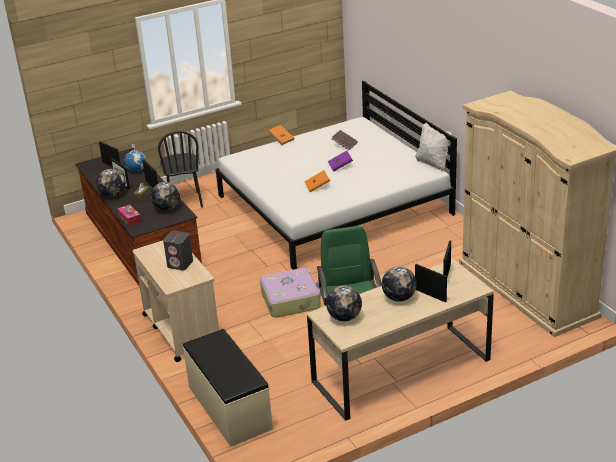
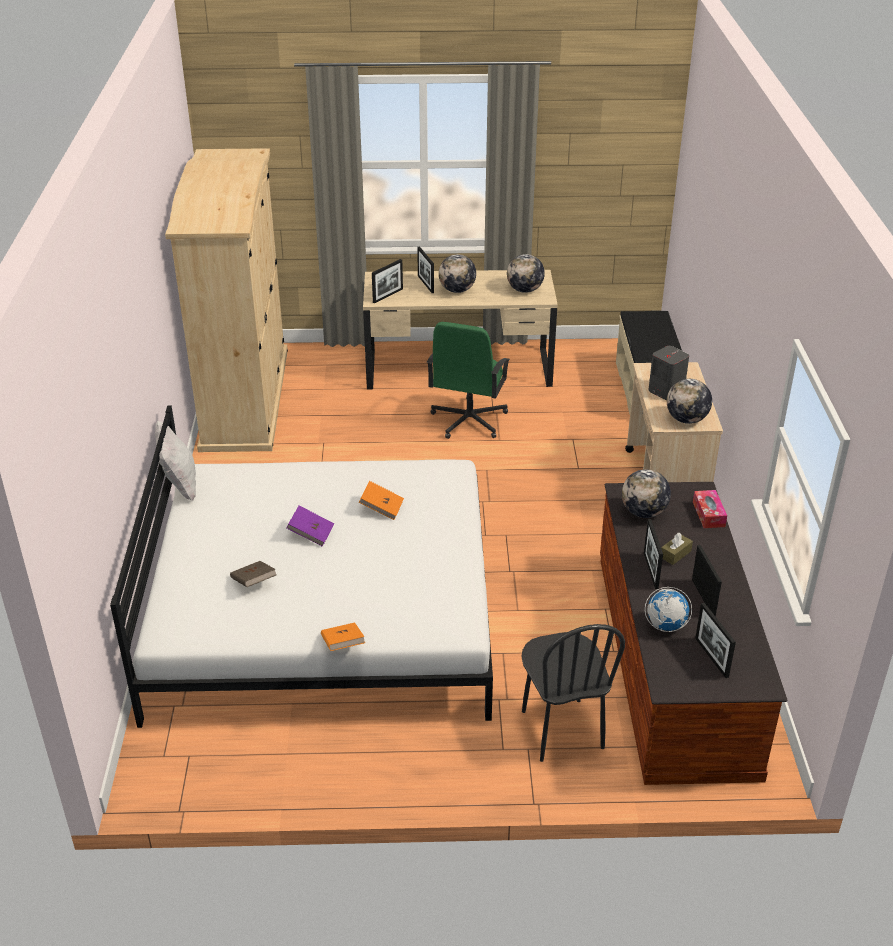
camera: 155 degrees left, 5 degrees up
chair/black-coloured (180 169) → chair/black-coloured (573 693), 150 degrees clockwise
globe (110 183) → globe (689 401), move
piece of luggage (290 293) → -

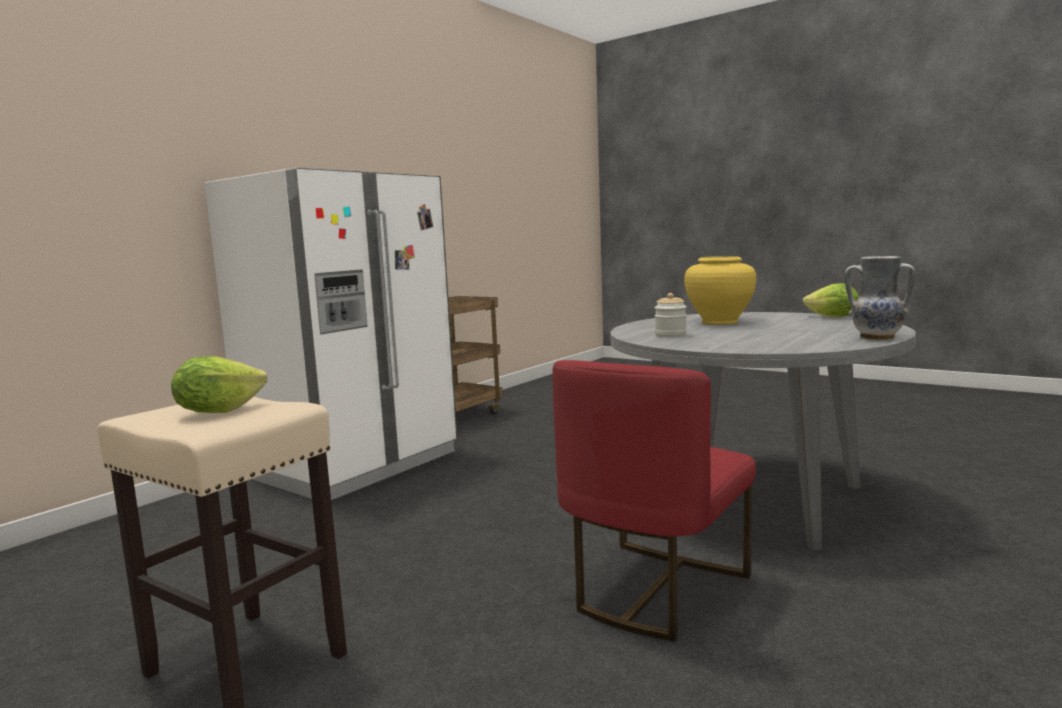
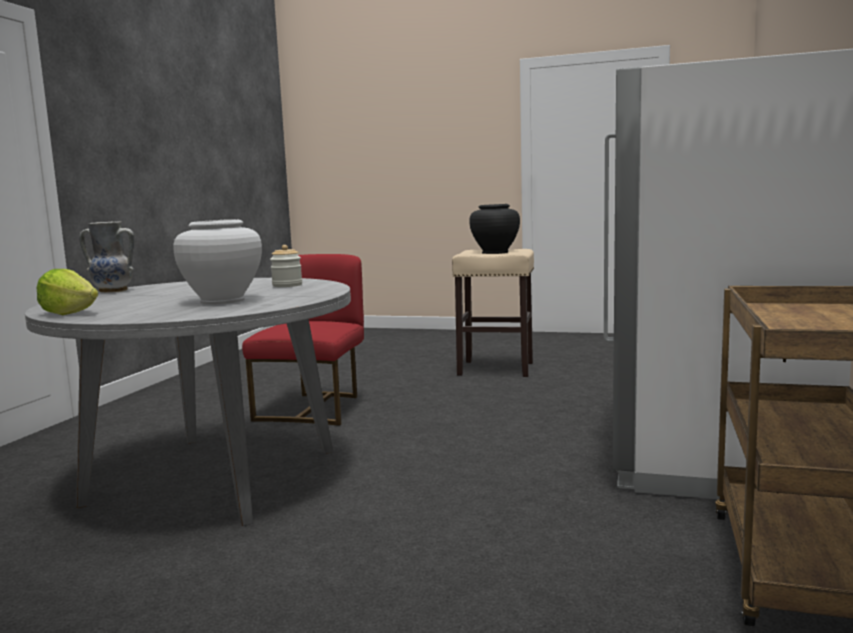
camera: 160 degrees right, 0 degrees up
vase/yellowish (720 290) → vase/whitish (217 262)
lettuce head (219 384) → vase/black-coloured (494 229)

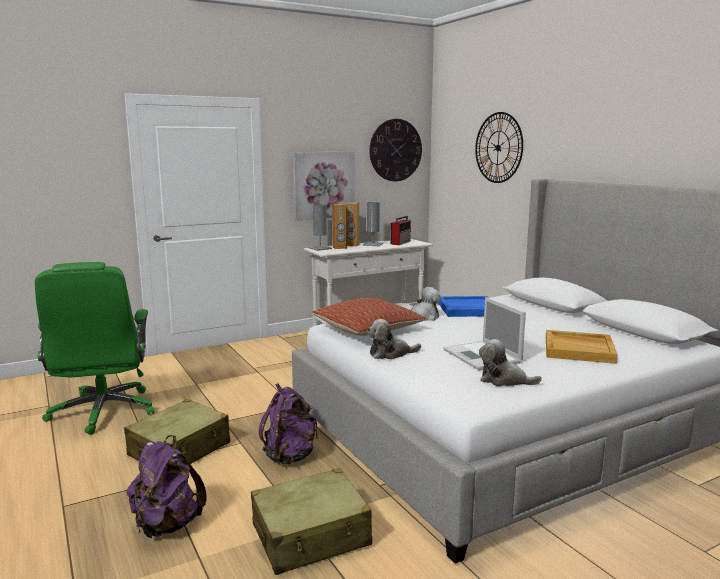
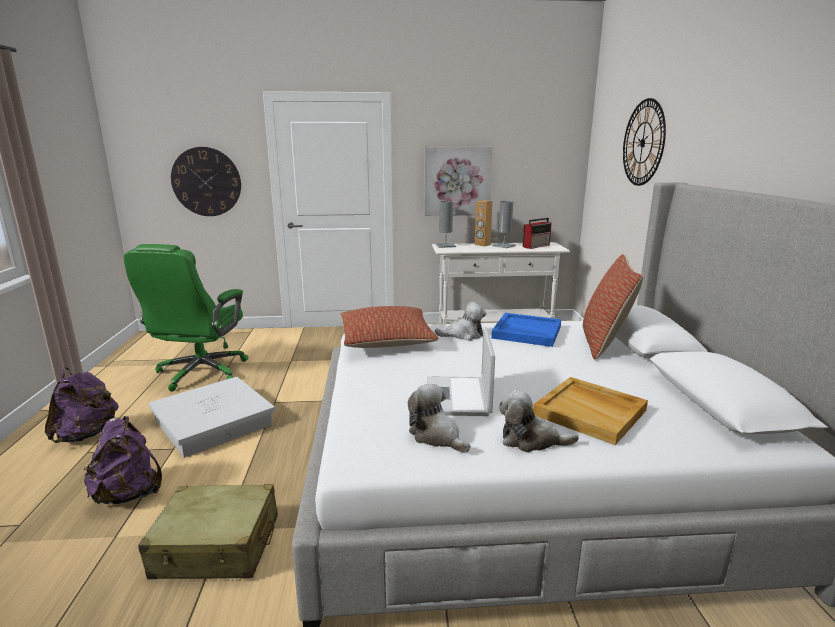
camera: 25 degrees right, 5 degrees up
backpack/purplish (288 423) → backpack/purplish (82 405), move
piece of luggage/beige-coloured (177 431) → storage bin/whitish (211 417)
wall clock (395 150) → wall clock (206 181), move
cuddly toy (394 339) → cuddly toy (539 421), move
- → throw pillow (613 307)
audio speaker/brown-coloured (339 226) → -

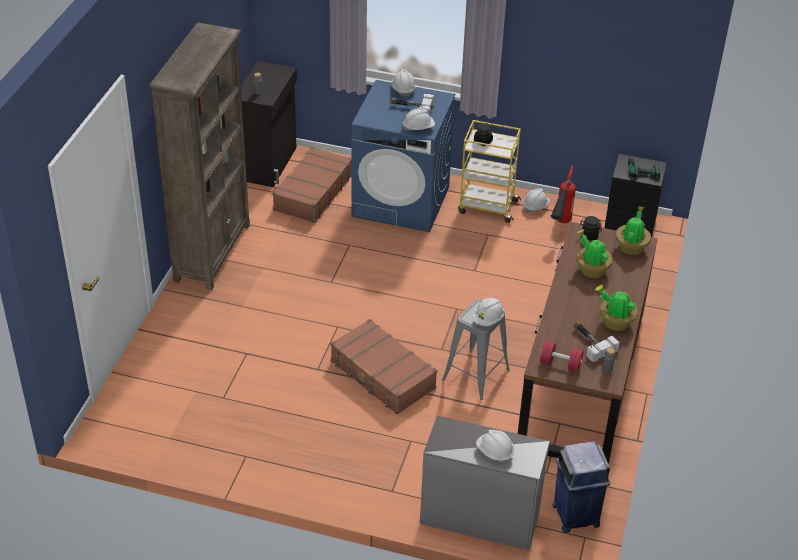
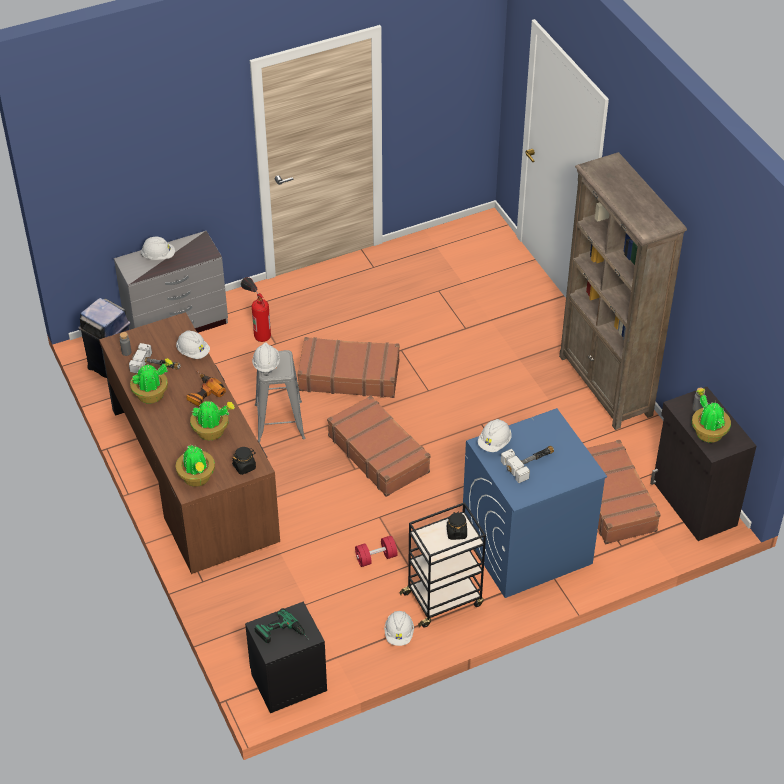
camera: 140 degrees right, 5 degrees up
hard hat/whitish (404 83) → hard hat/whitish (193 344), move
- → drill (206 388)
fire extinguisher (563 194) → fire extinguisher (256 309), move
- → piece of luggage/brown-coloured (378 446)
hand weight/red-coloured (562 356) → hand weight/red-coloured (376 551), move
wheeled cart/yellowish (489 171) → wheeled cart/black-coloured (442 565)
- → potted plant (711 416)

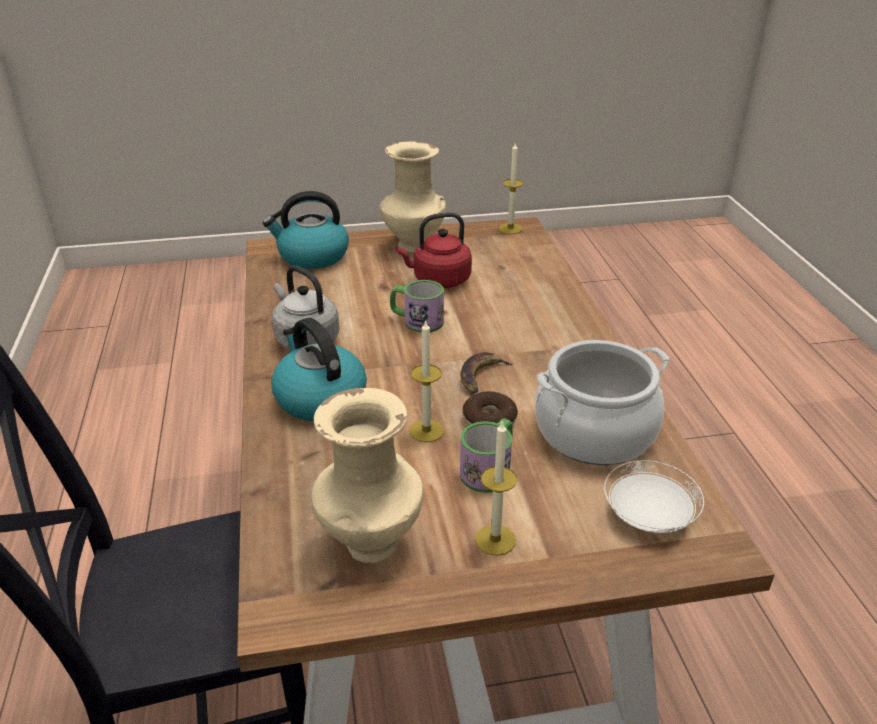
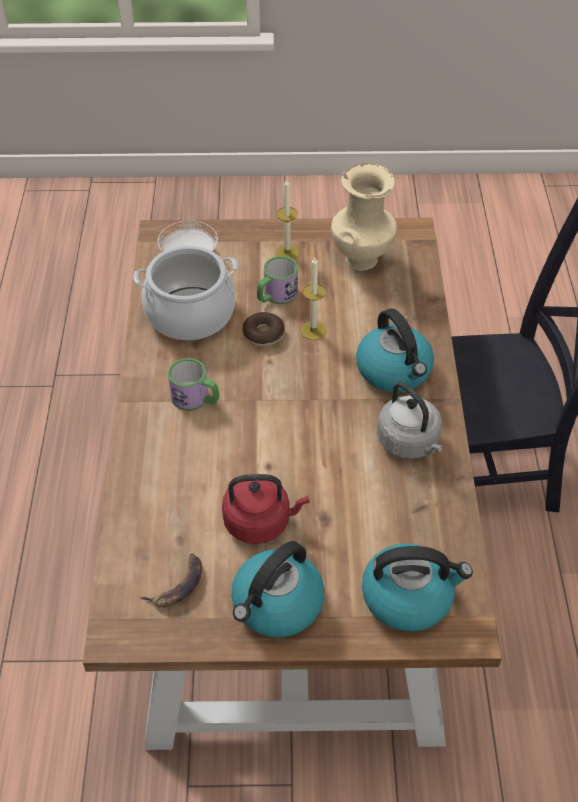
camera: 170 degrees left, 15 degrees up
banana (487 372) → banana (171 580), move
coffee mug (417 306) → coffee mug (194 384), move
vase/beige-coloured (413 196) → tea kettle (278 589)
wax light (511 188) → -

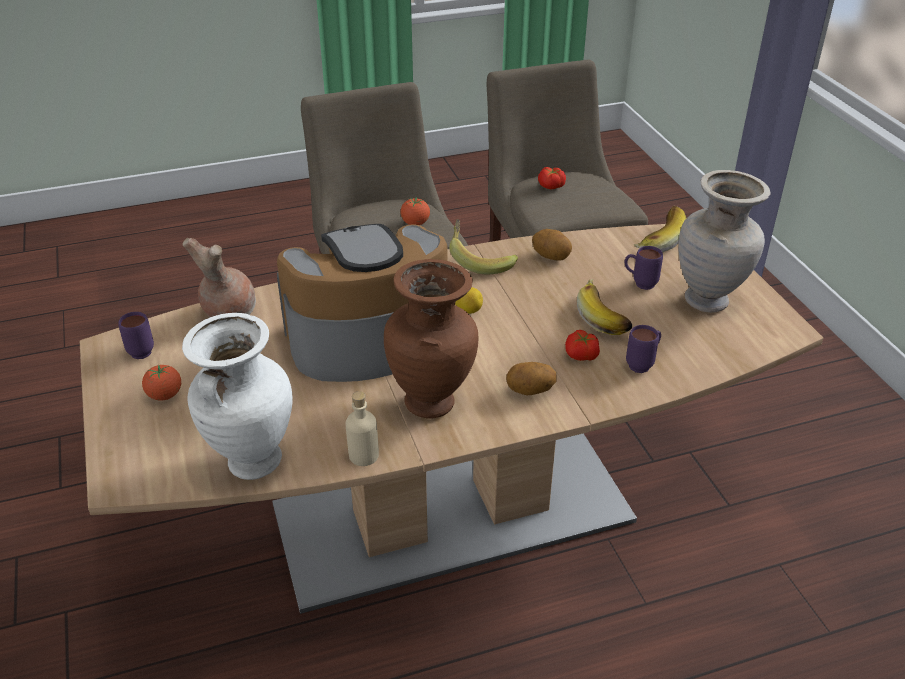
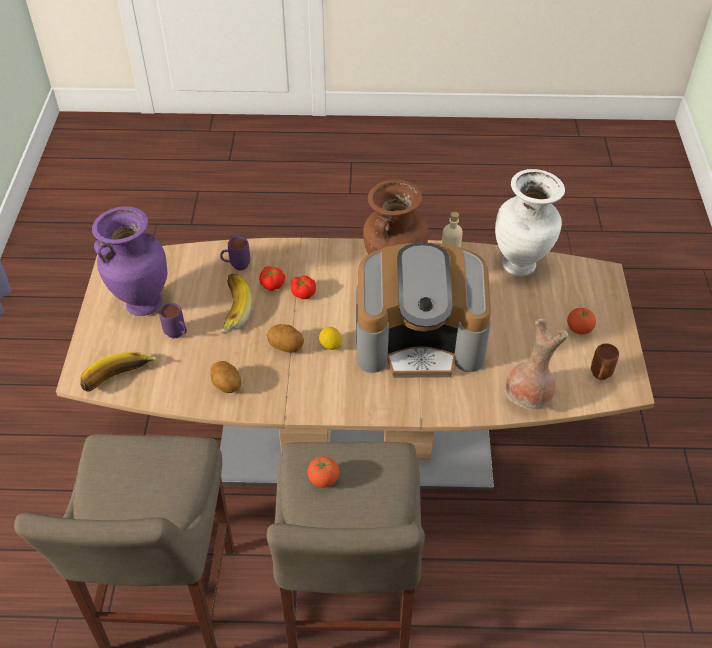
camera: 160 degrees left, 10 degrees up
vase/beige-coloured (724 241) → vase/purplish (129 261)
spud (531 378) → spud (285 338), move
fresh tomato (552 178) → fresh tomato (303 287), move
coffee mug/purplish (136 335) → coffee mug/brown-coloured (605 361)
banana (483 247) → -

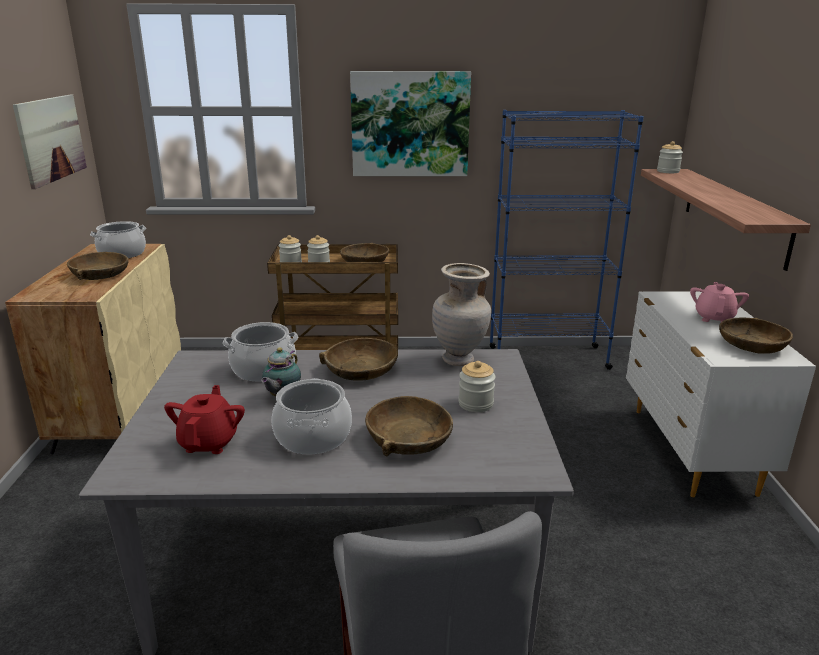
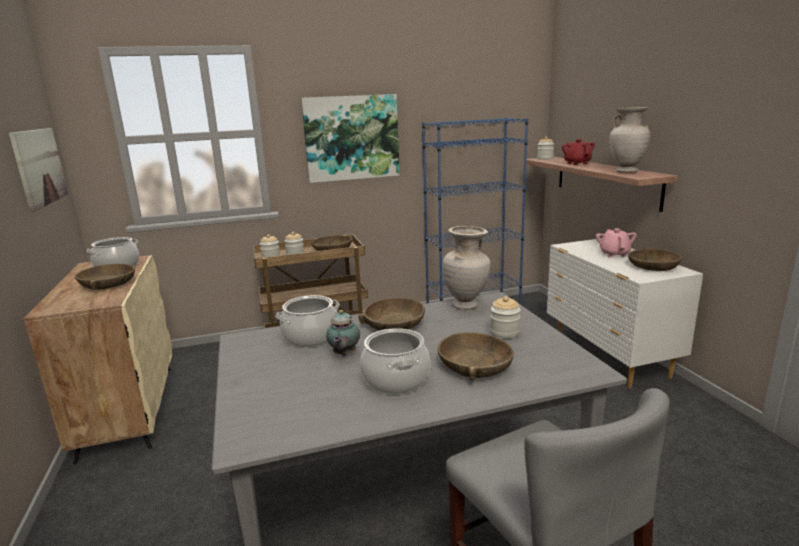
camera: 15 degrees left, 5 degrees down
pot for tea/red-coloured (204 419) → pot for tea/red-coloured (578 152), move
- → vase/beige-coloured (629 139)

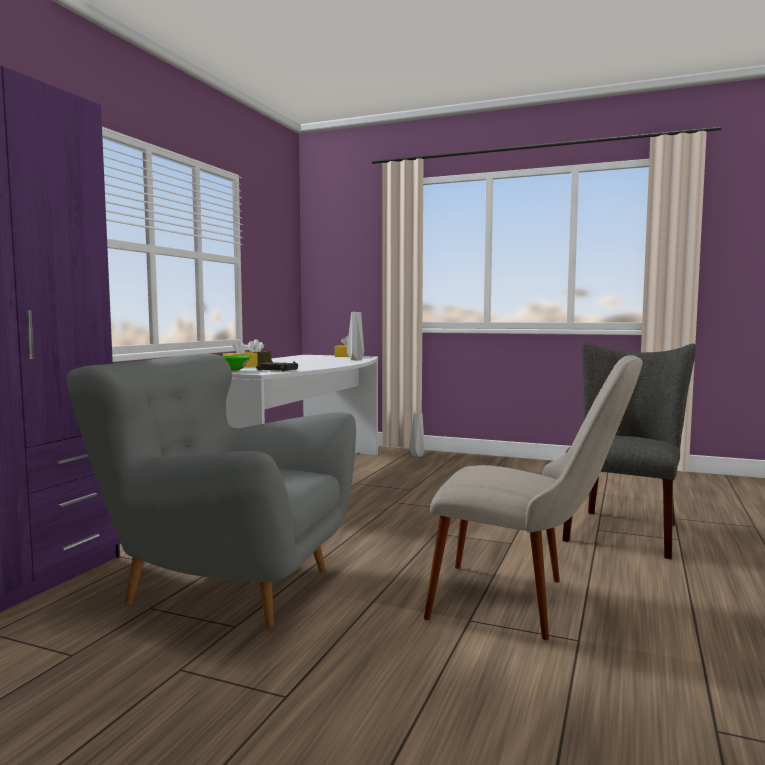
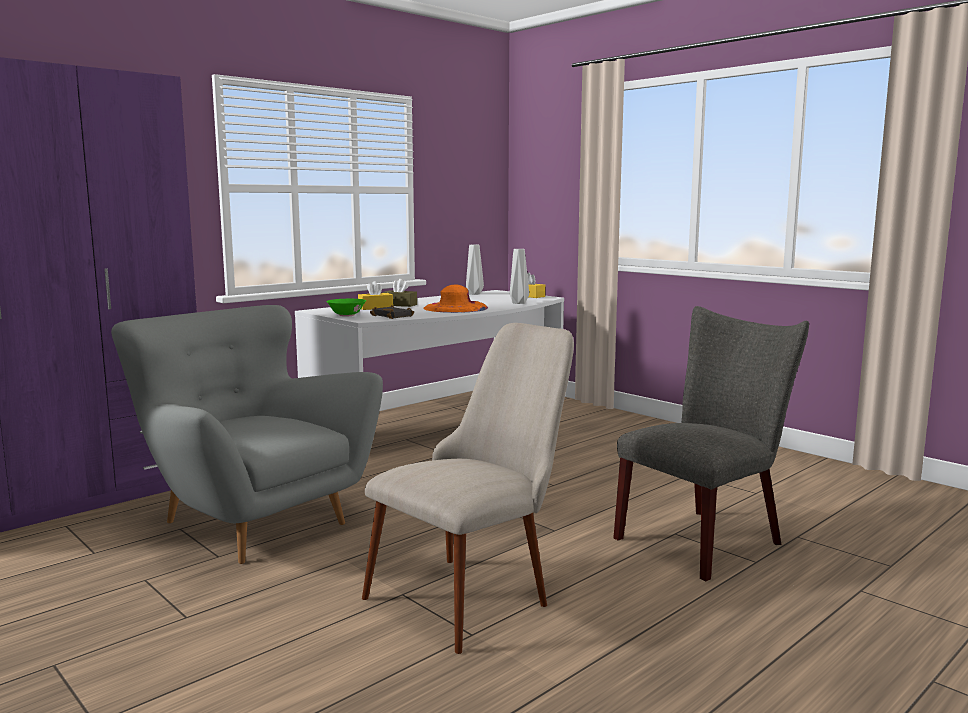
camera: 25 degrees right, 5 degrees up
chair/beige-coloured (533 497) → chair/beige-coloured (468 488), 90 degrees counterclockwise
- → clothing hat/orange (455 299)
vase/grey (417 434) → vase/grey (475 269), move

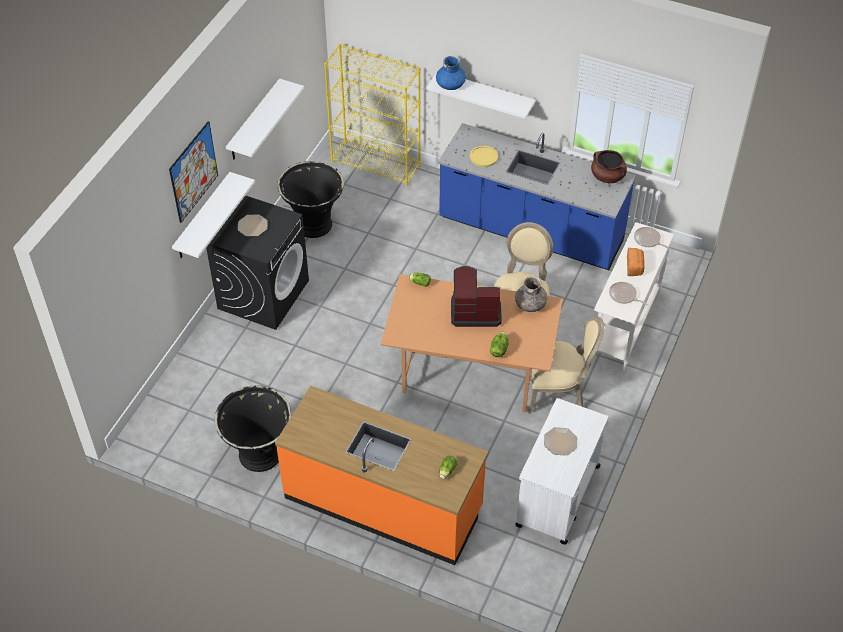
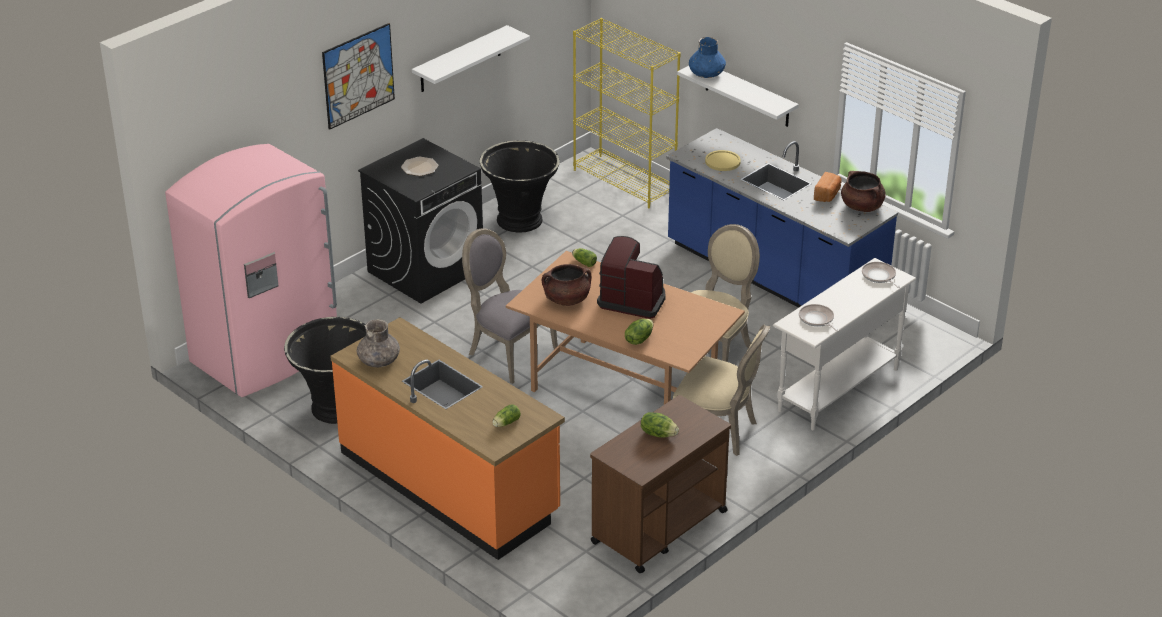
camera: 20 degrees right, 15 degrees down
- → refrigerator/pink-coloured (251 270)
vase/grey (531 294) → vase/grey (378 343), move
- → chair/grey (510 306)
- → stockpot/brown-coloured (566 285)
wheeled cart/whitish (561 471) → wheeled cart/brown-coloured (660 484)
flat dish (560 441) → lettuce head (660 425)
baked bread (636 262) → baked bread (827 187), move
shelf/whitish (213 215) → -

